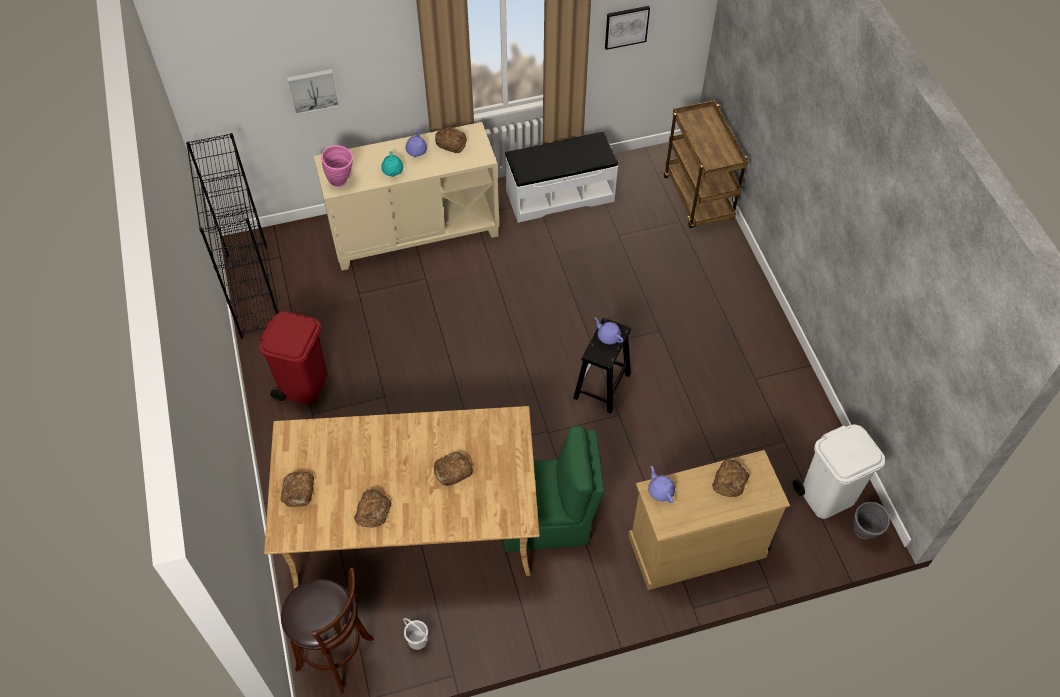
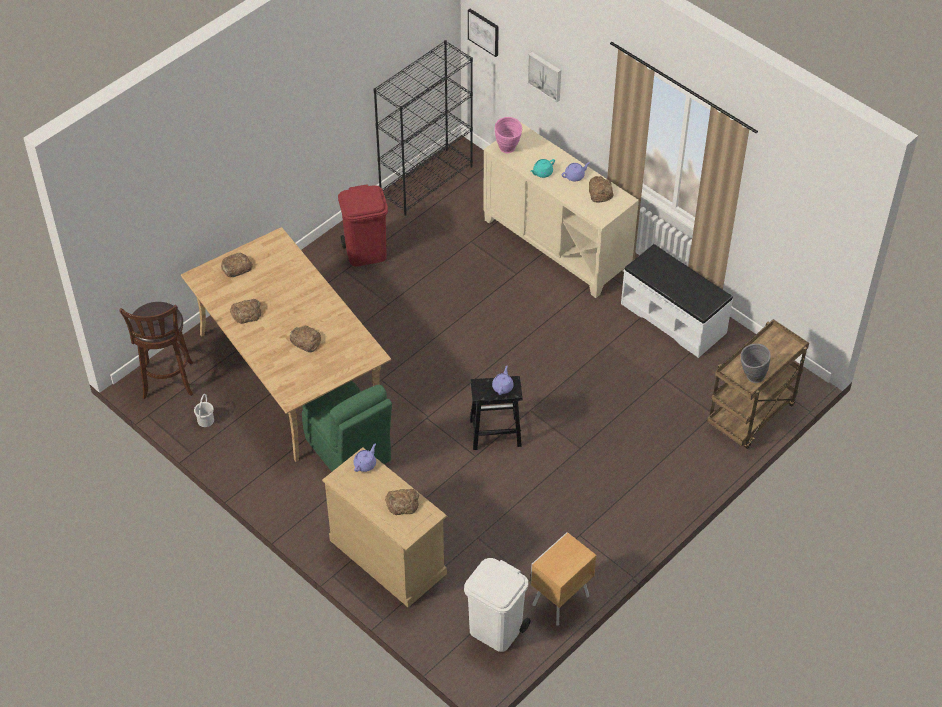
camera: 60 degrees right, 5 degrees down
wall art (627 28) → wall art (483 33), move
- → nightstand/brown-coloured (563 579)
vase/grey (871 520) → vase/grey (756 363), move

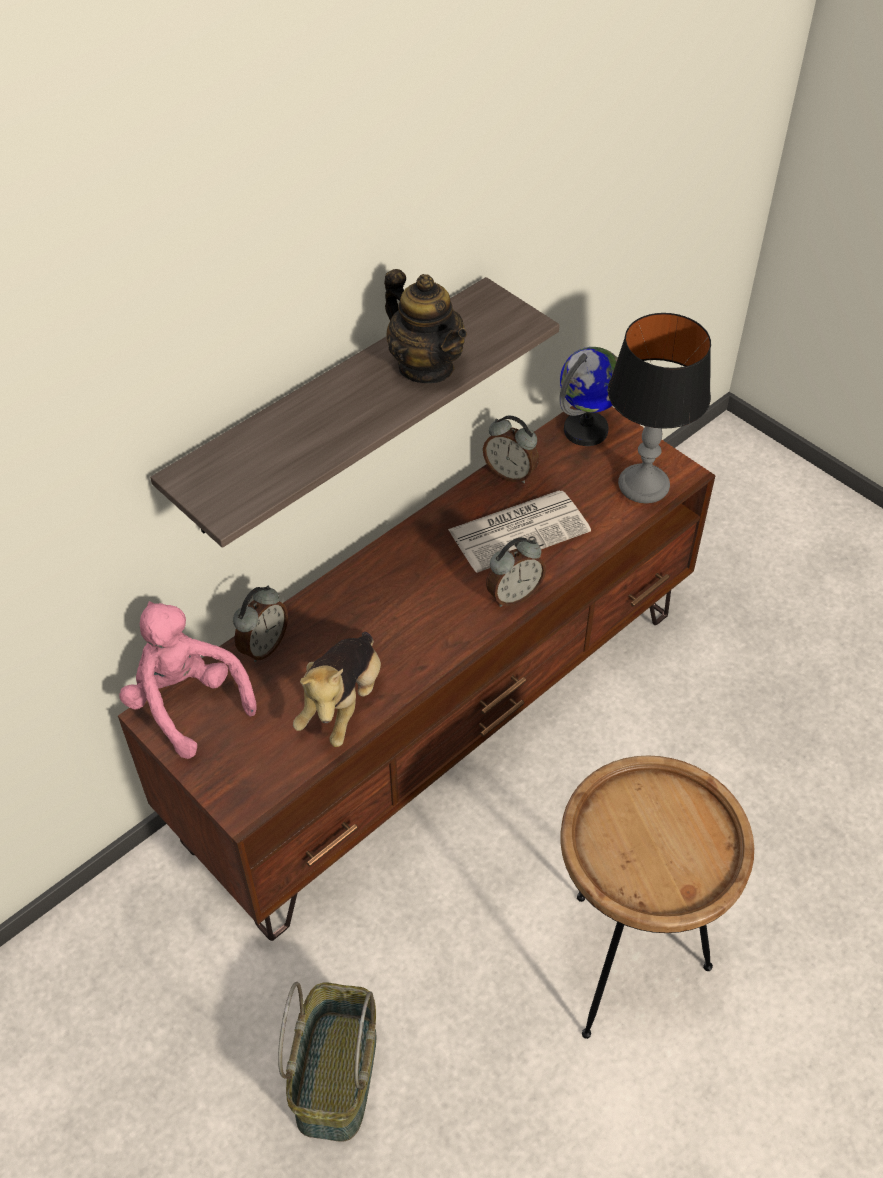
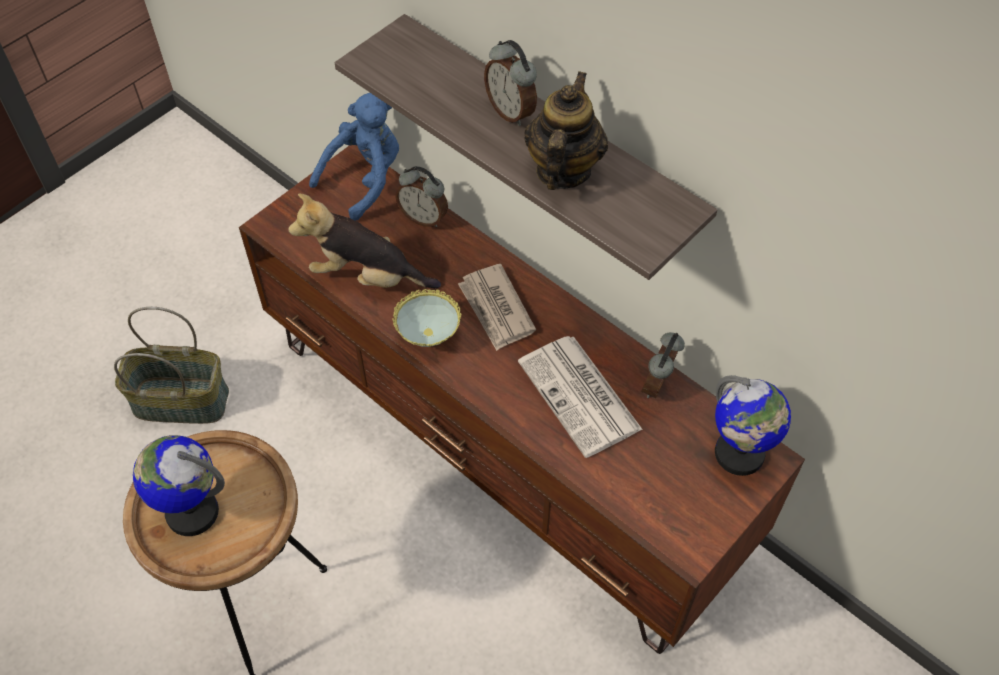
camera: 85 degrees right, 5 degrees up
- → globe (179 485)
cuddly toy/pink-coloured (188 680) → cuddly toy/bluish (354 157)
- → deep dish (426 318)
- → newspaper (497 307)
table clock (516 572) → table clock (510 83), move
pot for tea (425 326) → pot for tea (566 130), 150 degrees clockwise
tabletop lamp (659 408) → -

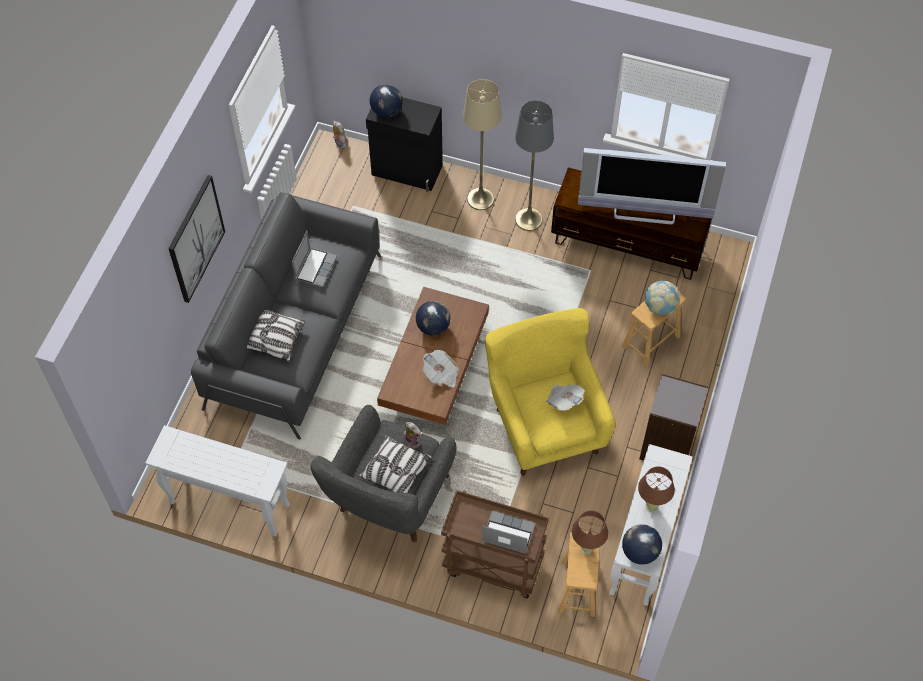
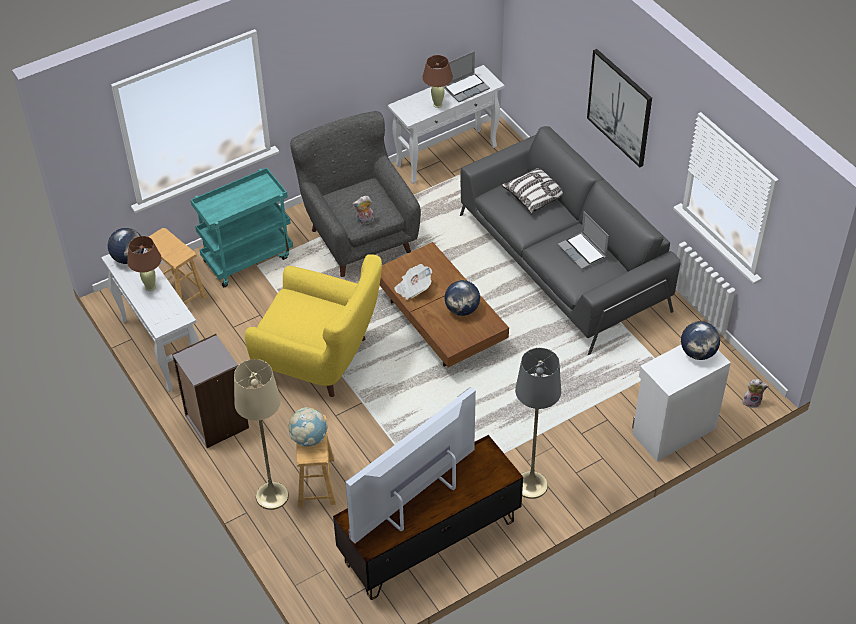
camera: 130 degrees right, 10 degrees down
wheeled cart/brown-coloured (495 544) → wheeled cart/blue-green (242 227)
standing lamp/beige-coloured (482 144) → standing lamp/beige-coloured (261 434), move
tabletop lamp/brown-coloured (590 532) → tabletop lamp/brown-coloured (437 81), move
notebook computer (508 532) → notebook computer (466 76), move
storage cabinet/black-coloured (404 144) → storage cabinet/whitish (681 403)
throw pillow (396 464) → -
newspaper (565 397) → -

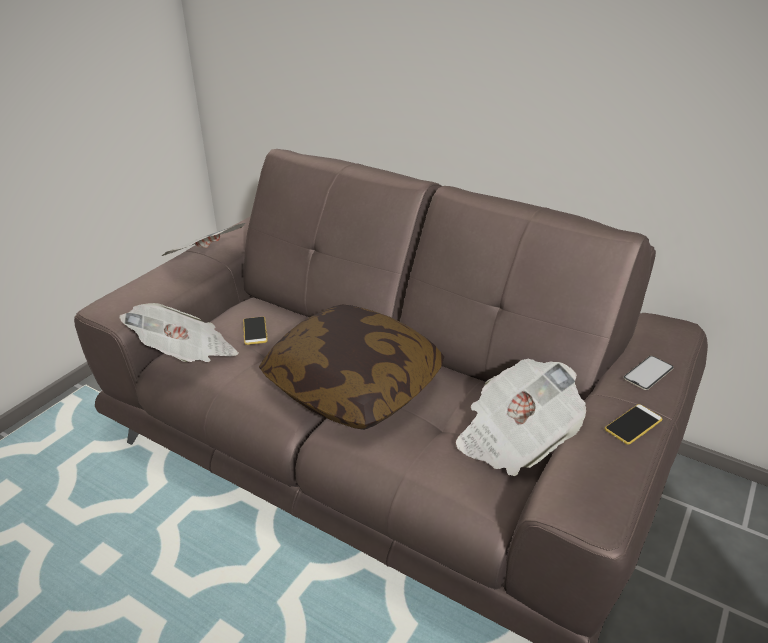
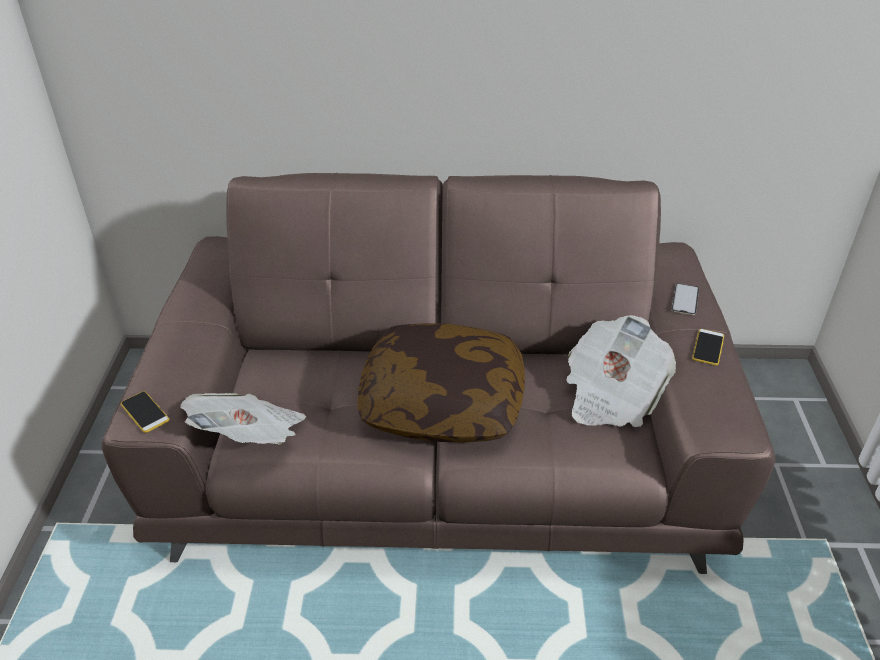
camera: 30 degrees left, 5 degrees up
phone (255 331) → phone (145 412), move
newspaper (203 239) → -

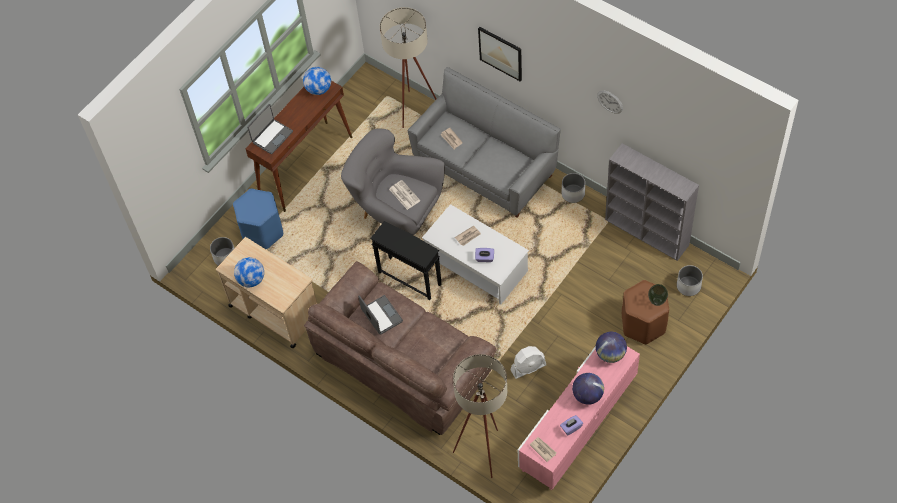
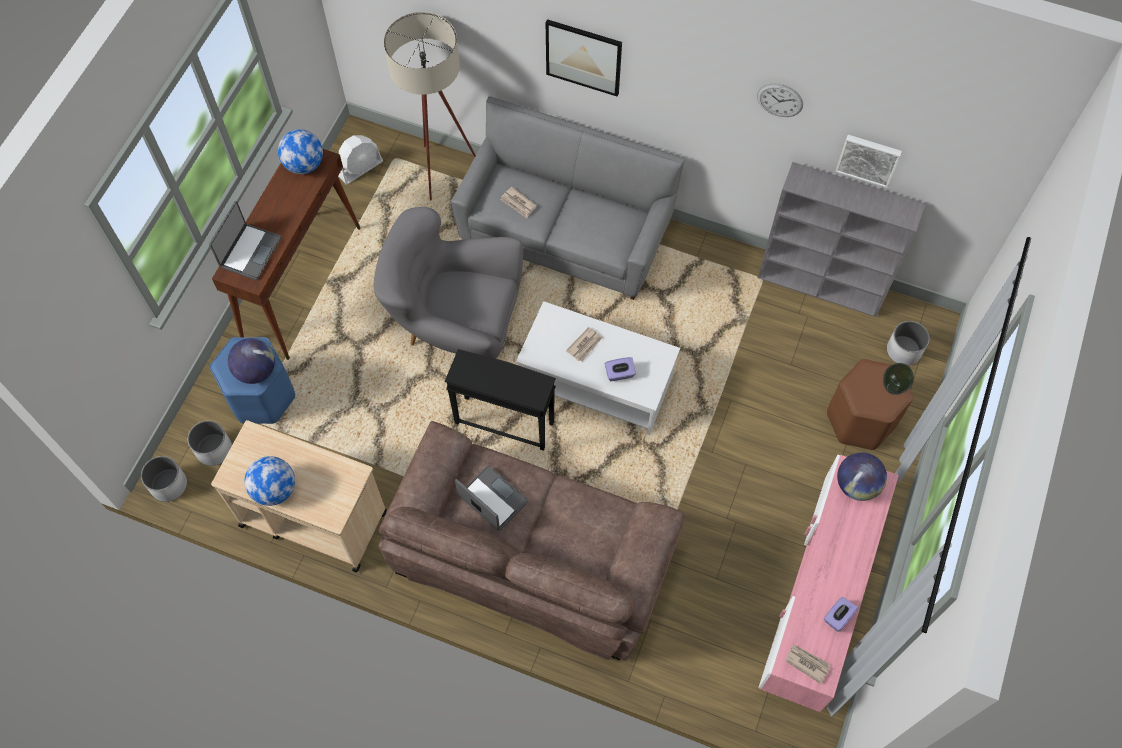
camera: 20 degrees left, 5 degrees up
planter/whitish (573 188) → planter/whitish (164 479), move
globe (588 389) → globe (251 361), move
cooling fan/whitish (528 362) → cooling fan/whitish (360 160), move
- → wall art (868 161)
newspaper (404 195) → -
standing lamp/beige-coloured (480 416) → -

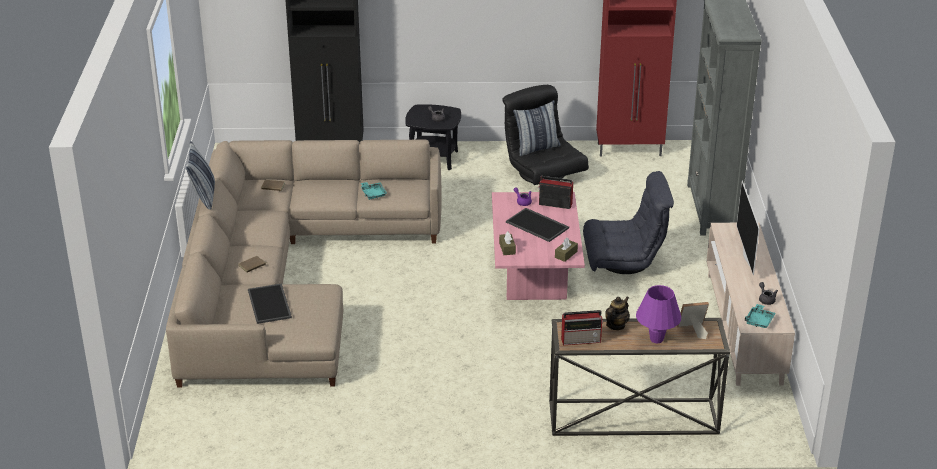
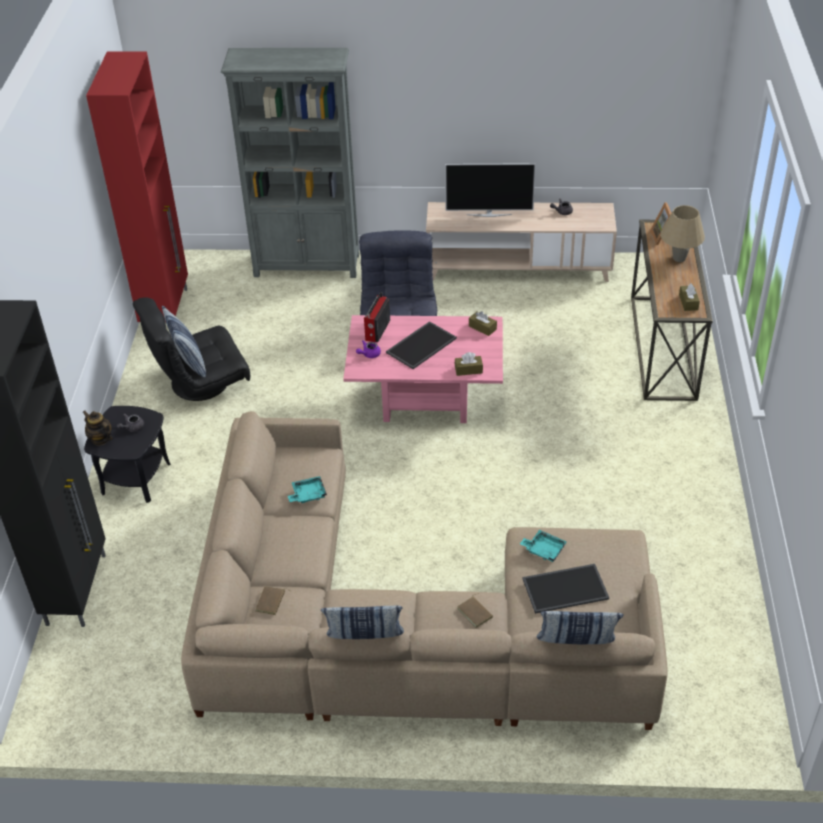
camera: 85 degrees left, 10 degrees up
pot for tea (617 313) → pot for tea (97 428), move
serving tray/blue-green (760 316) → serving tray/blue-green (543 546), move
- → throw pillow (580 627)
tabletop lamp/purplish (658 314) → tabletop lamp/beige-coloured (682 233)
radio receiver (582 327) → box of tissues/brown-coloured (689 297)

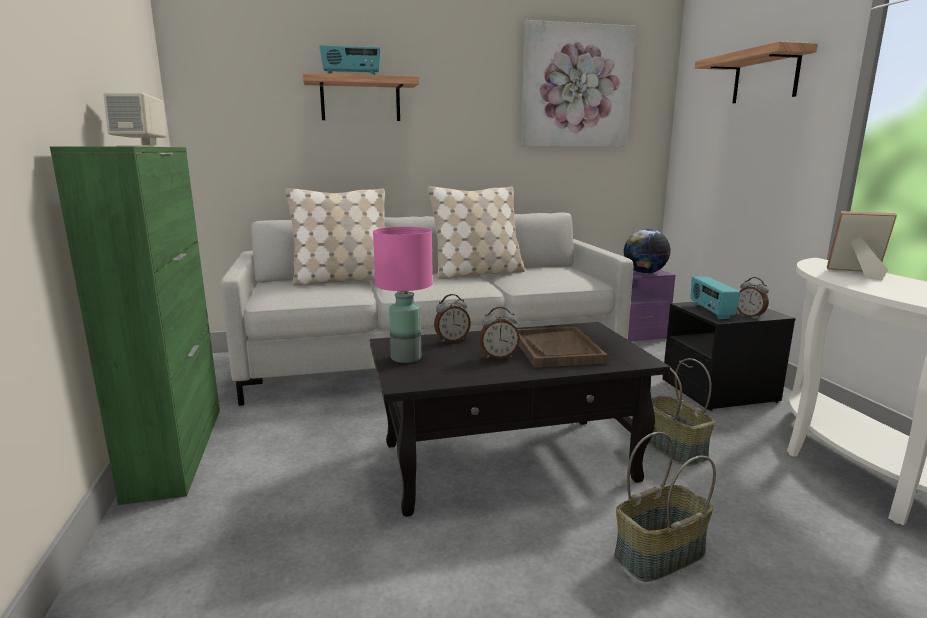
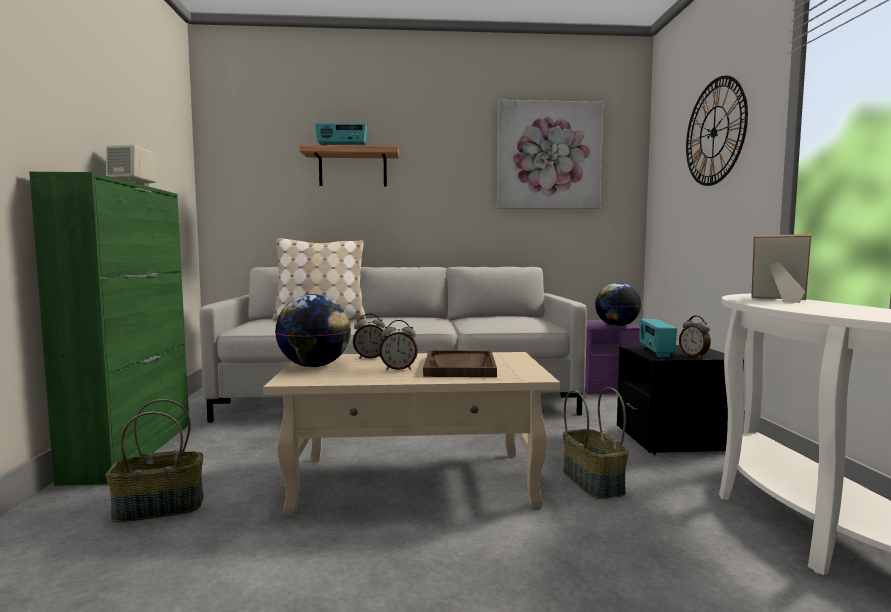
camera: 10 degrees right, 10 degrees down
storage basket (665 507) → storage basket (154 460), move
low table/black-coloured (520 419) → low table/beige-coloured (411 434)
tabletop lamp/pink-coloured (403 295) → globe (313 330)
shelf (756 72) → wall clock (717 131)
throw pillow/beige-coloured (476 232) → -

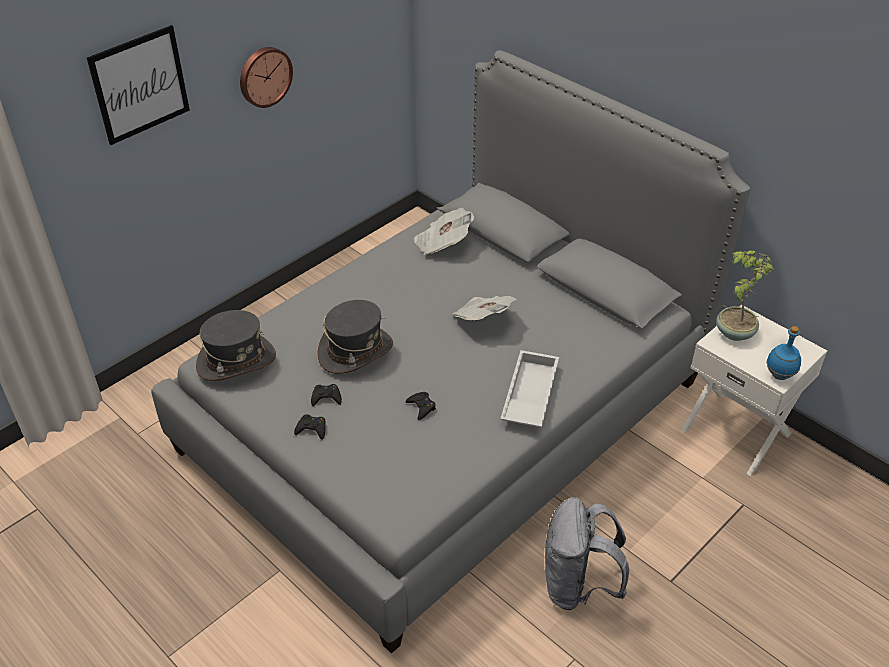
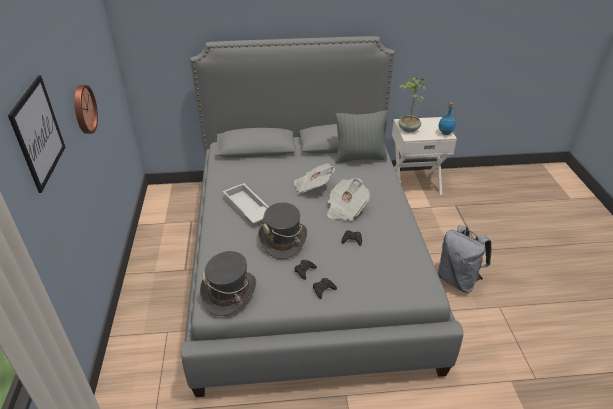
camera: 50 degrees left, 5 degrees down
serving tray/whitish (529 388) → serving tray/whitish (245 203), move
newspaper (444 231) → newspaper (348 199), move
- → throw pillow/grey (361 136)

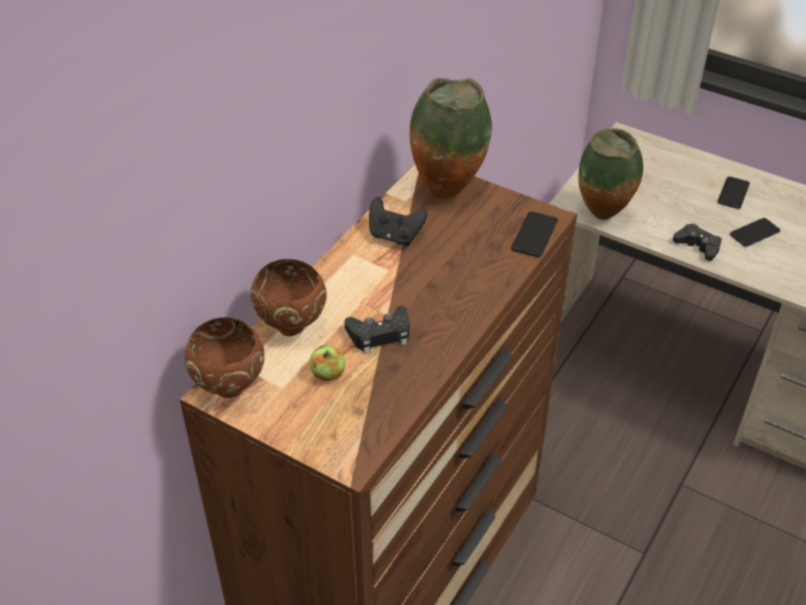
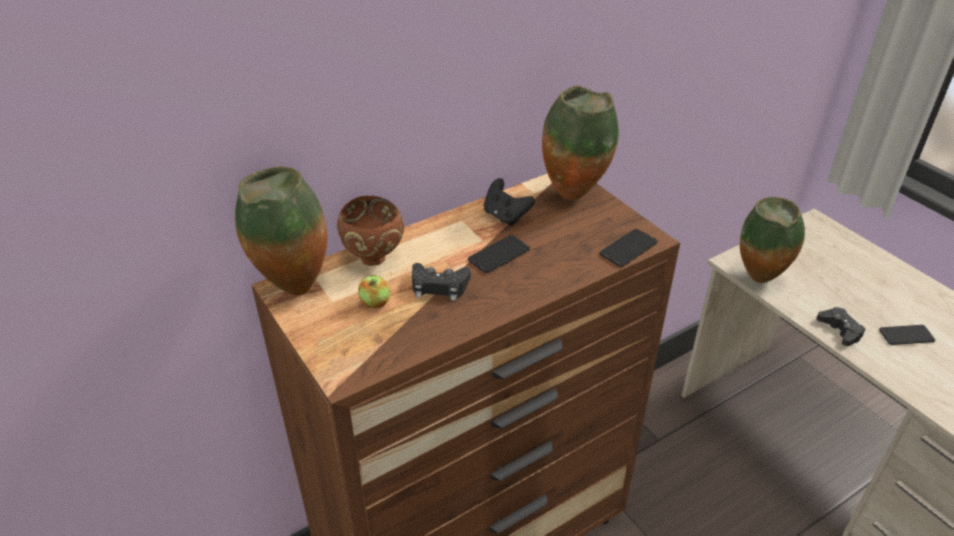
camera: 25 degrees right, 5 degrees down
deep dish/brown-coloured (225 357) → vase (281 230)
phone (733 193) → phone (499 254), move

